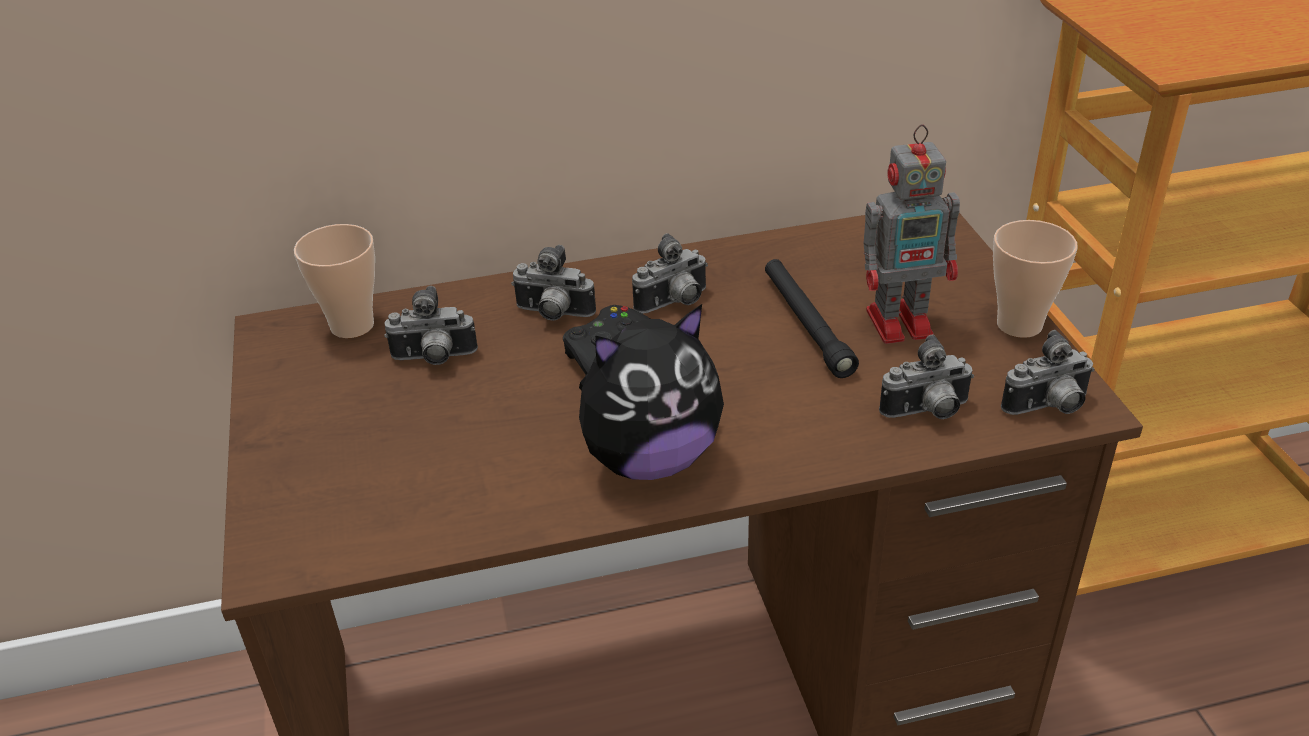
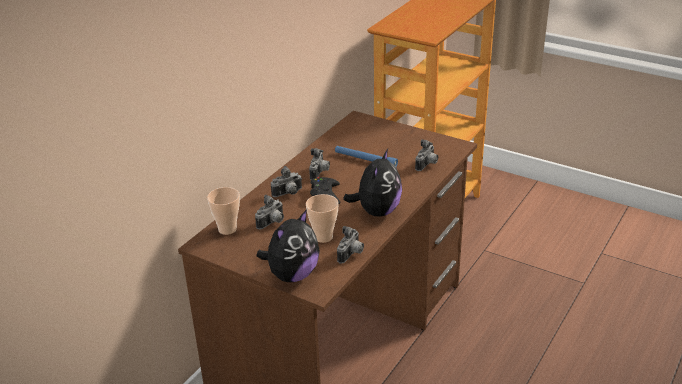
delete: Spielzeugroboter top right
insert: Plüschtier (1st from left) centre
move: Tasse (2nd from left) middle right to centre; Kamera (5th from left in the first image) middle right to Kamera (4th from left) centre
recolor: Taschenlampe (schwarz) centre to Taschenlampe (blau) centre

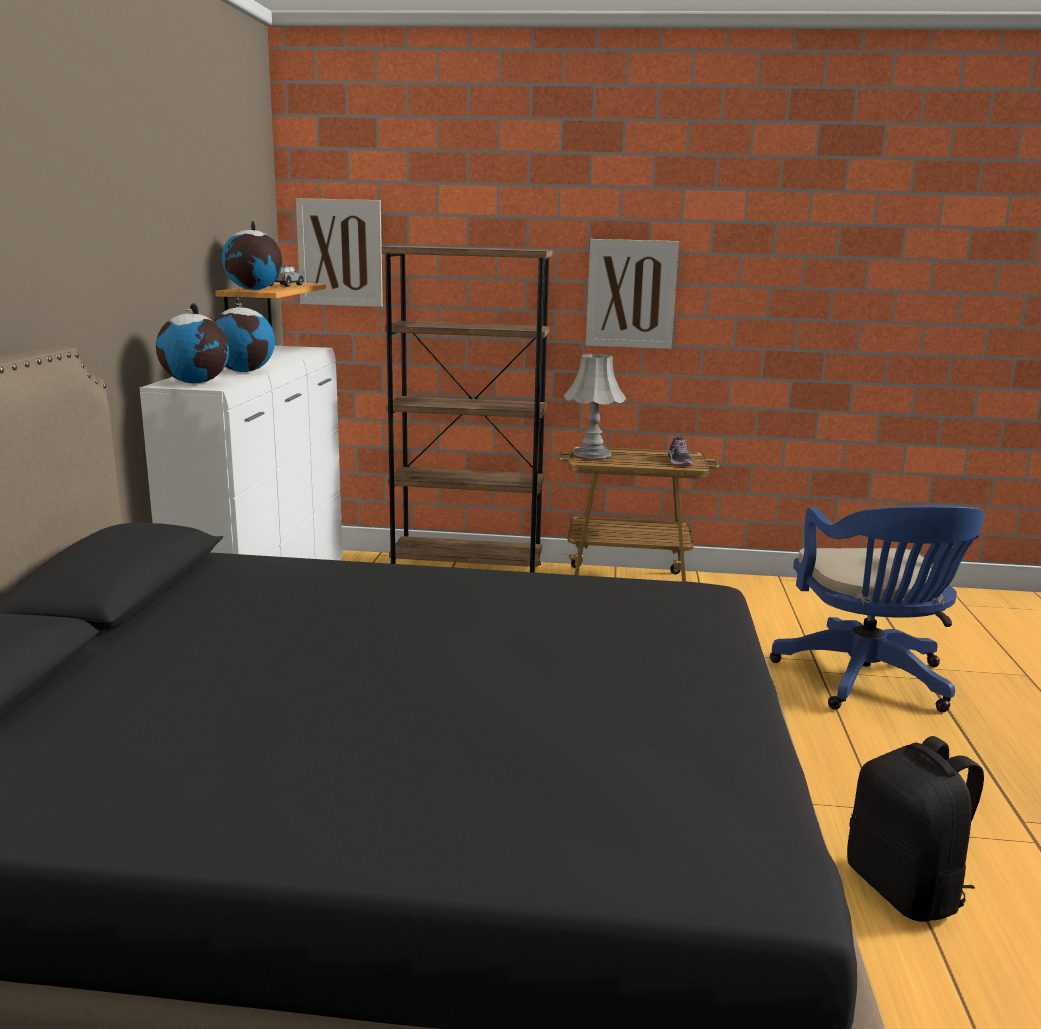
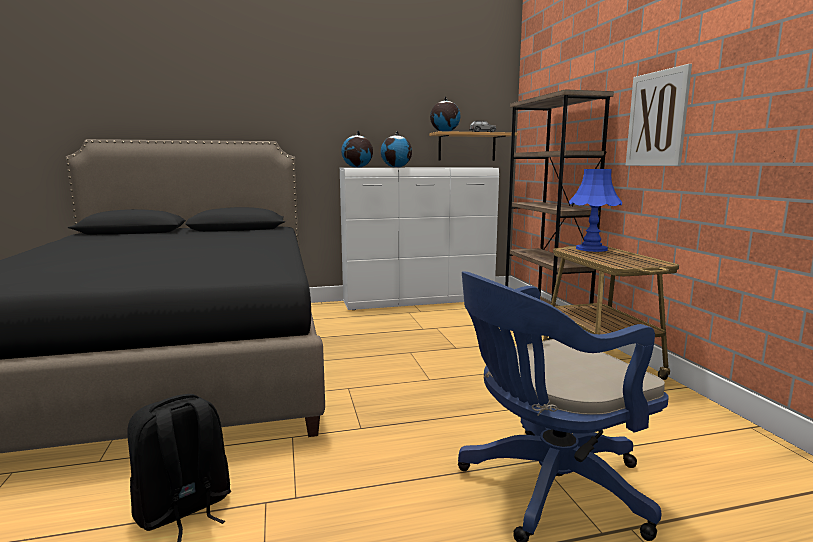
delete: Bild (1st from left) top left; Schuh centre
recolor: Tischlampe (grau) centre to Tischlampe (blau) middle right

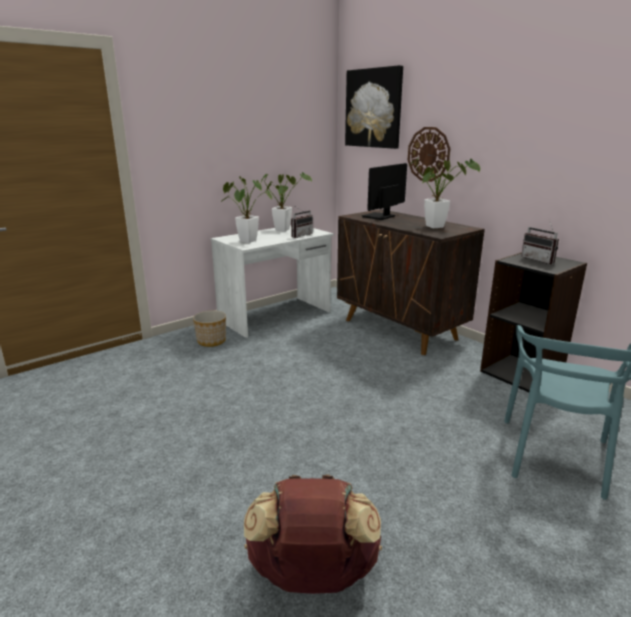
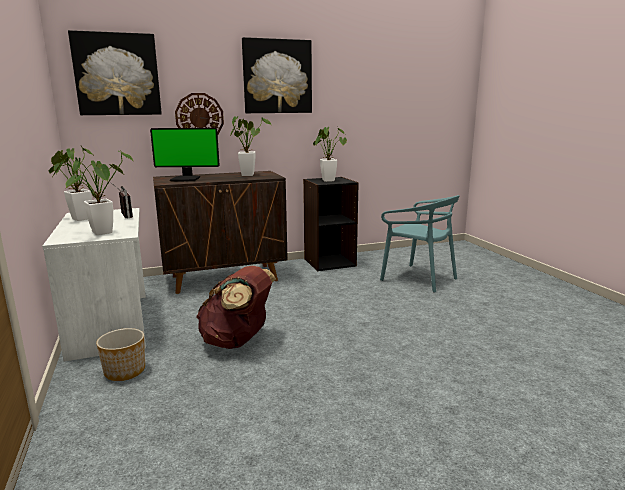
insert: Bild (2nd from left) top centre
move: Rucksack (braun) bottom centre to centre
replace: Radio (2nd from left) middle right to Topfpflanze (4th from left) top centre
rotate: Monitor top centre = top left 60 degrees counterclockwise

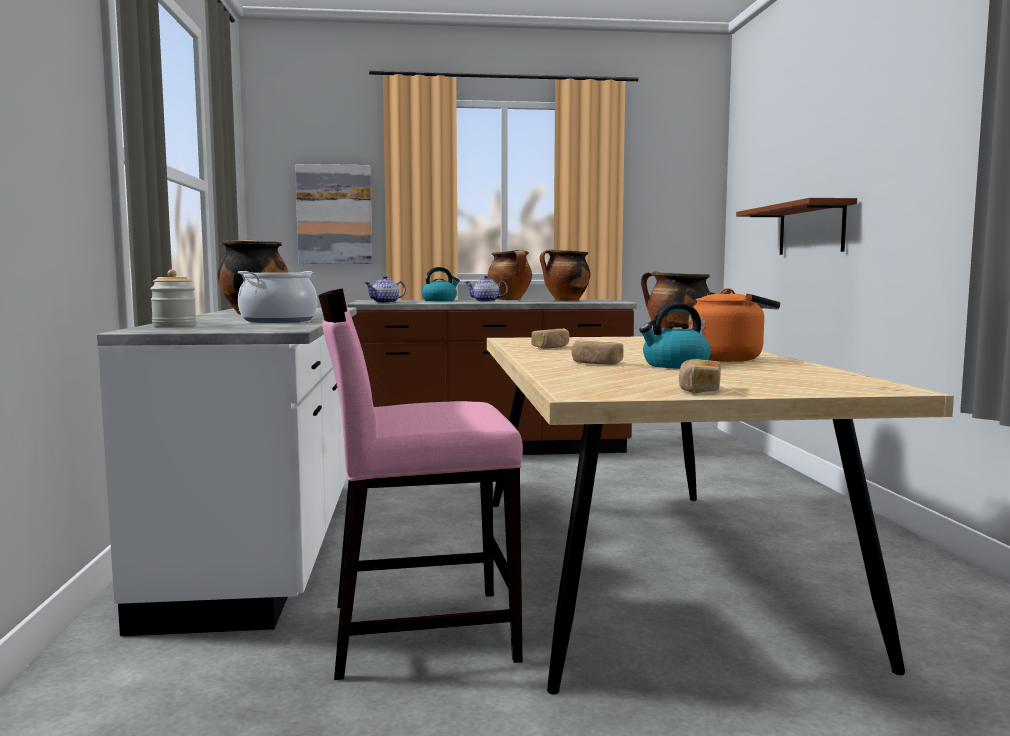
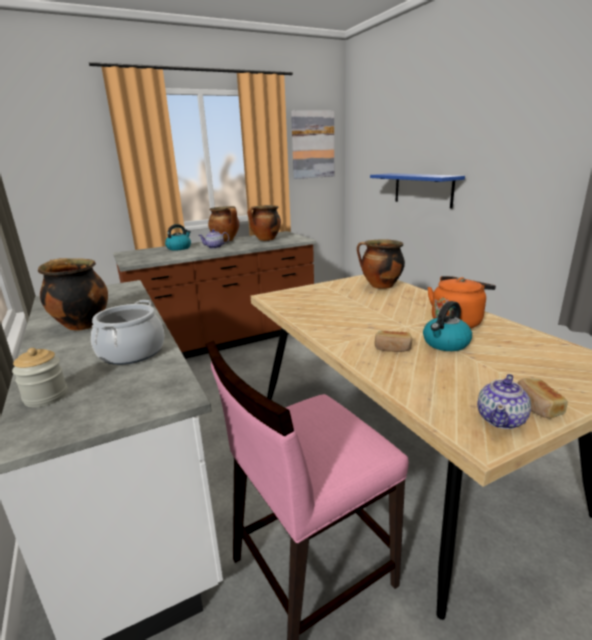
delete: Brot (1st from left) centre
move: Bild top left to top centre; Teekanne (1st from left in the first image) centre to Teekanne (2nd from left) middle right
recolor: Wandregal (braun) top right to Wandregal (blau) top right

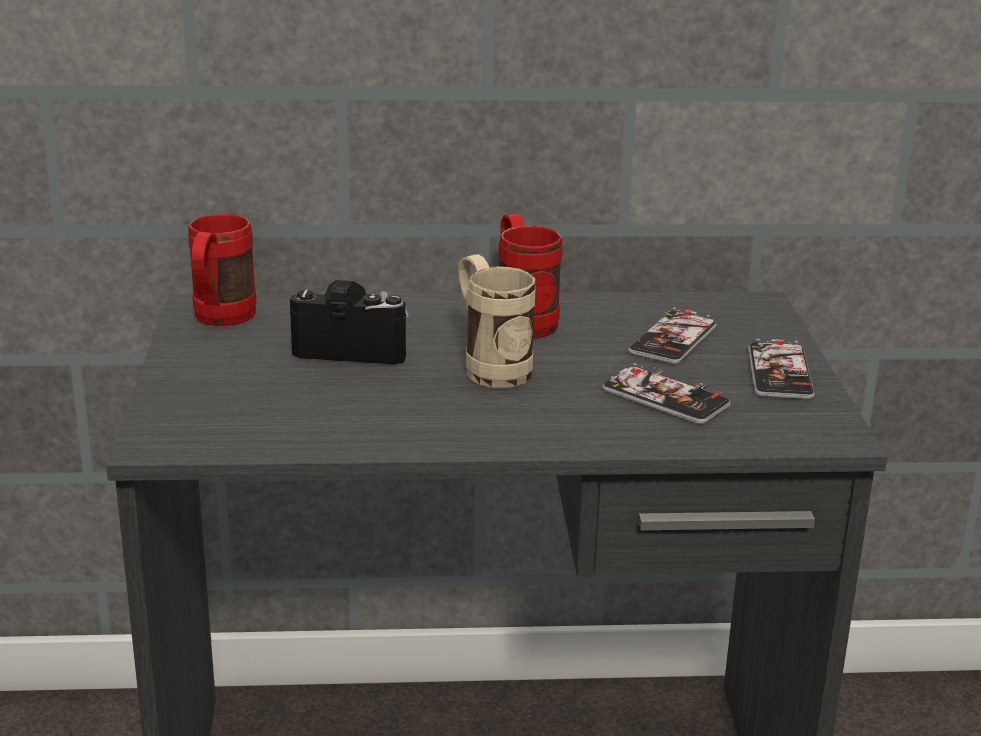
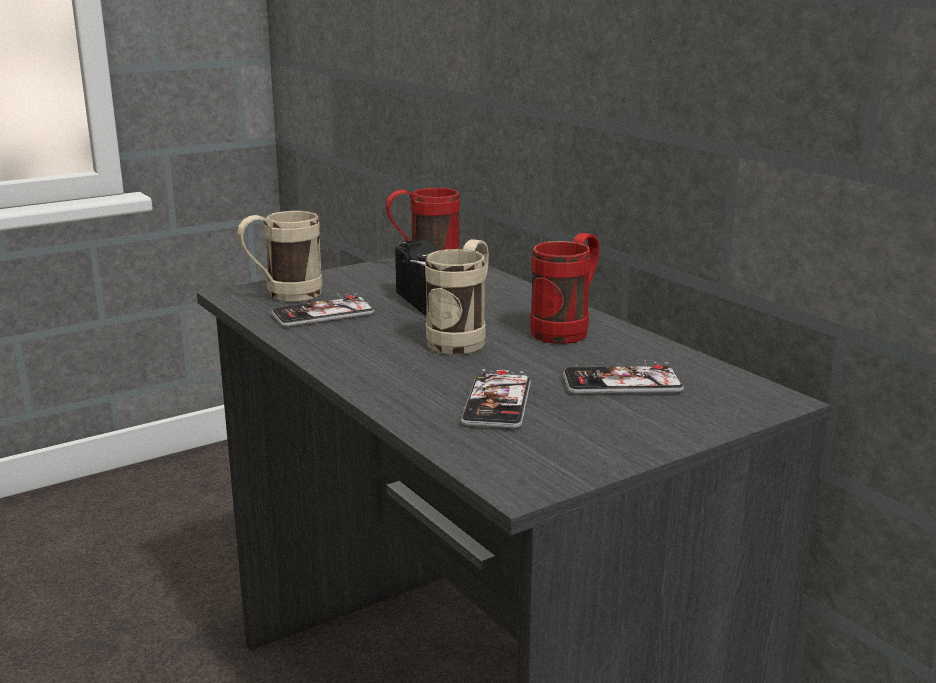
insert: Henkelbecher (beige) (1st from left) middle left
move: Handy (3rd from left in the first image) middle right to Handy (1st from left) centre

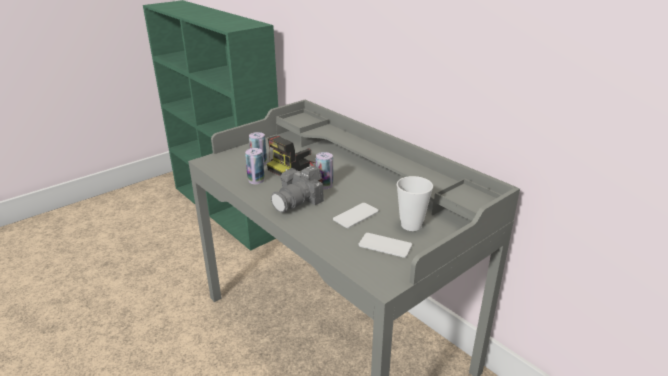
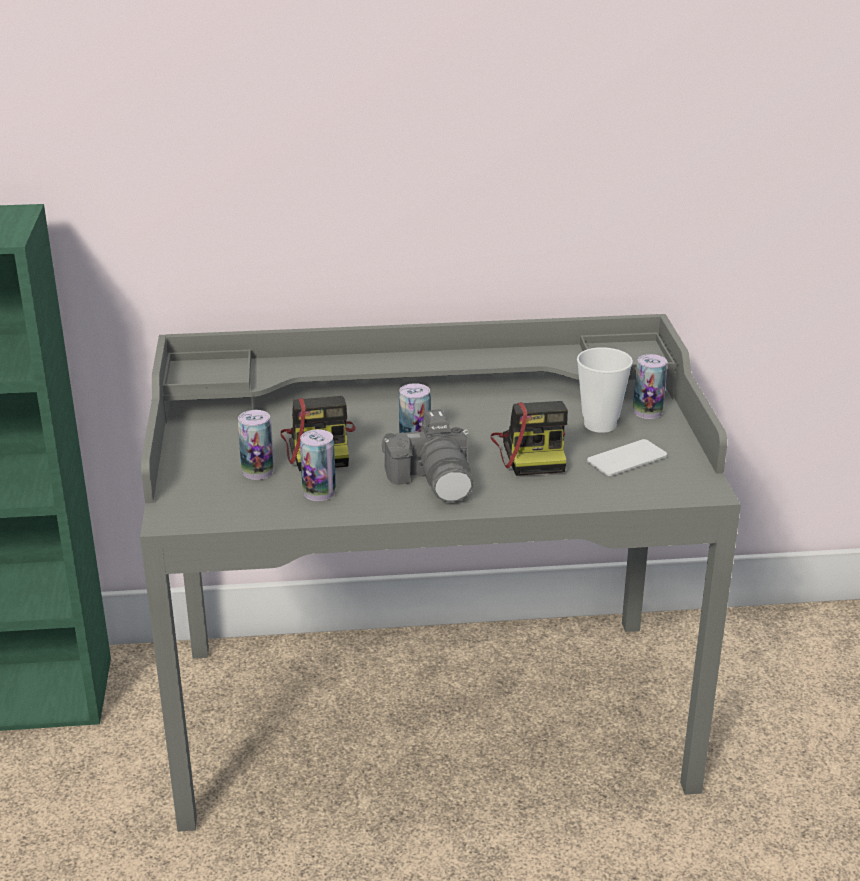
insert: Dose (4th from left) middle right
replace: Handy (1st from left) centre to Kamera (3rd from left) centre

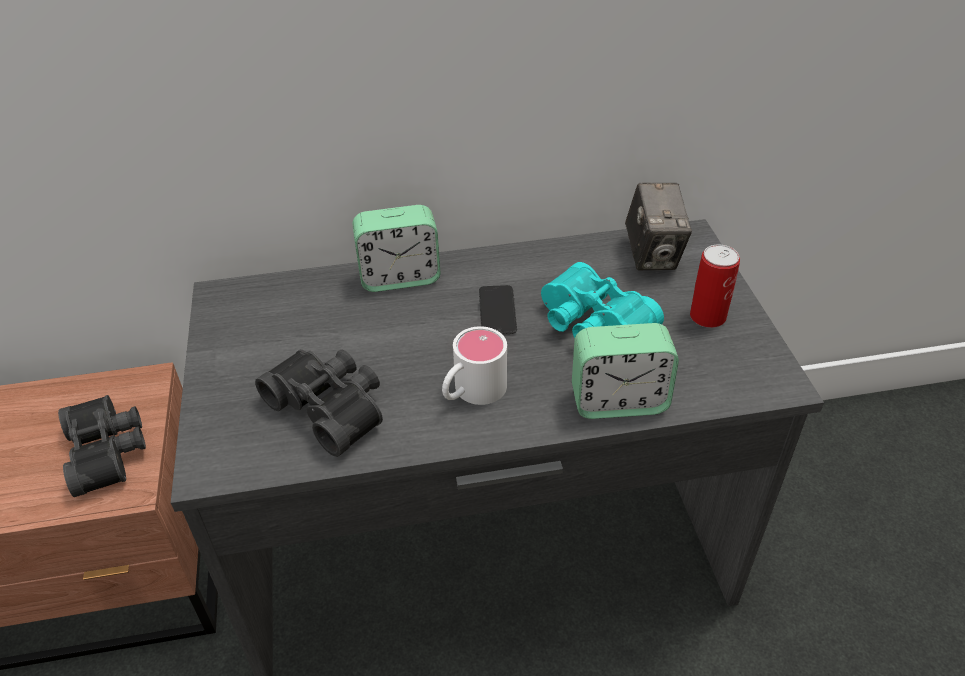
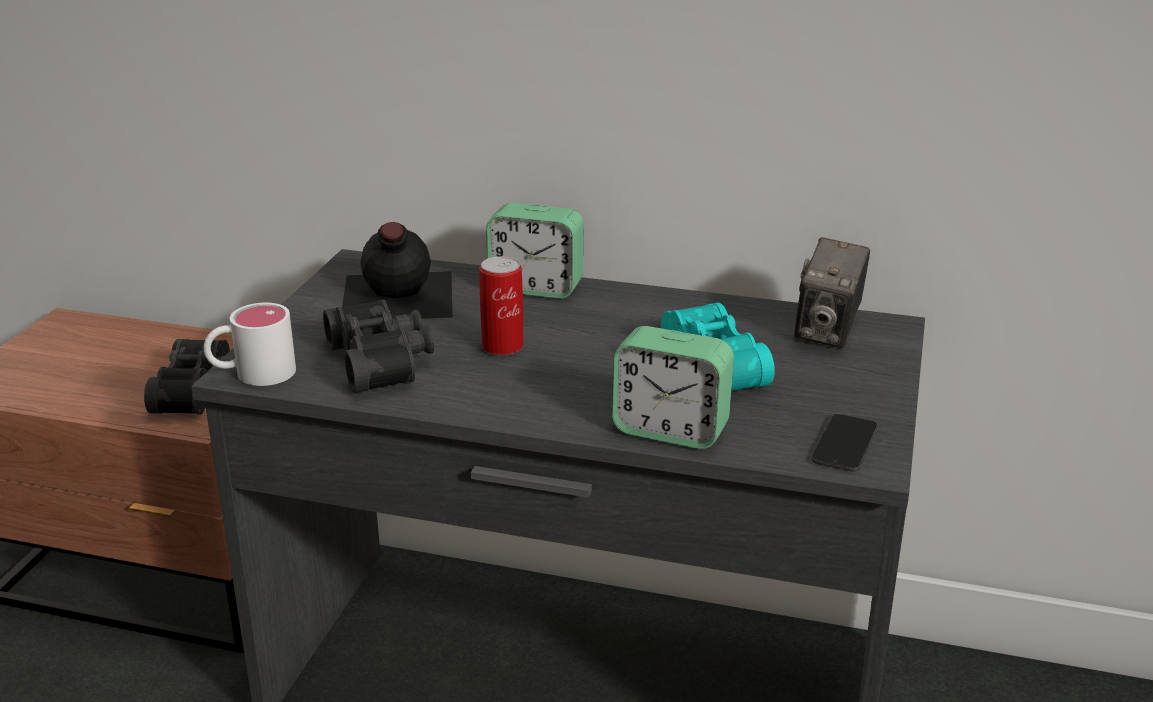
insert: Flasche (schwarz) centre
move: Dose middle right to centre; Handy centre to middle right; Henkelbecher (weiß) centre to middle left

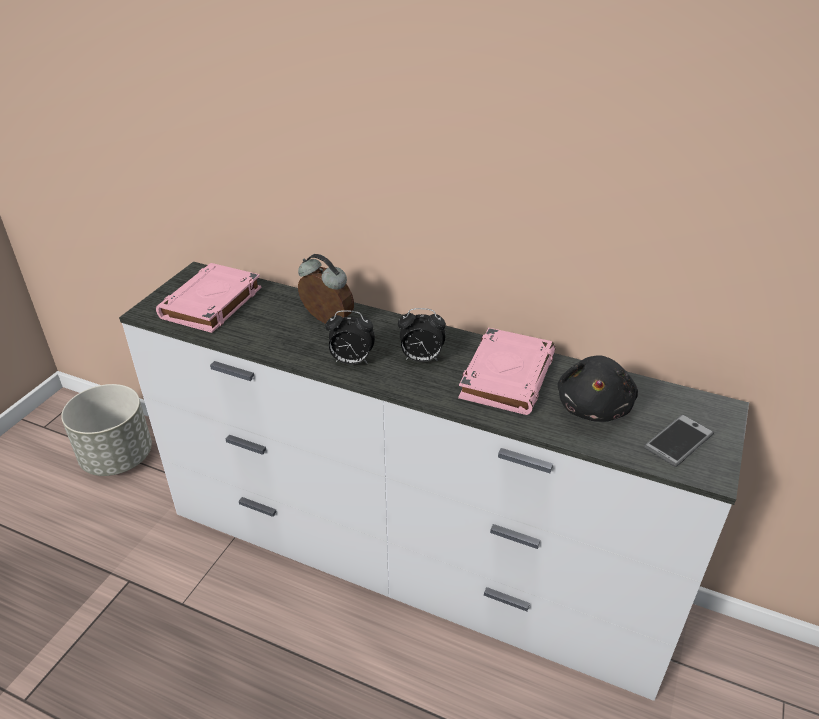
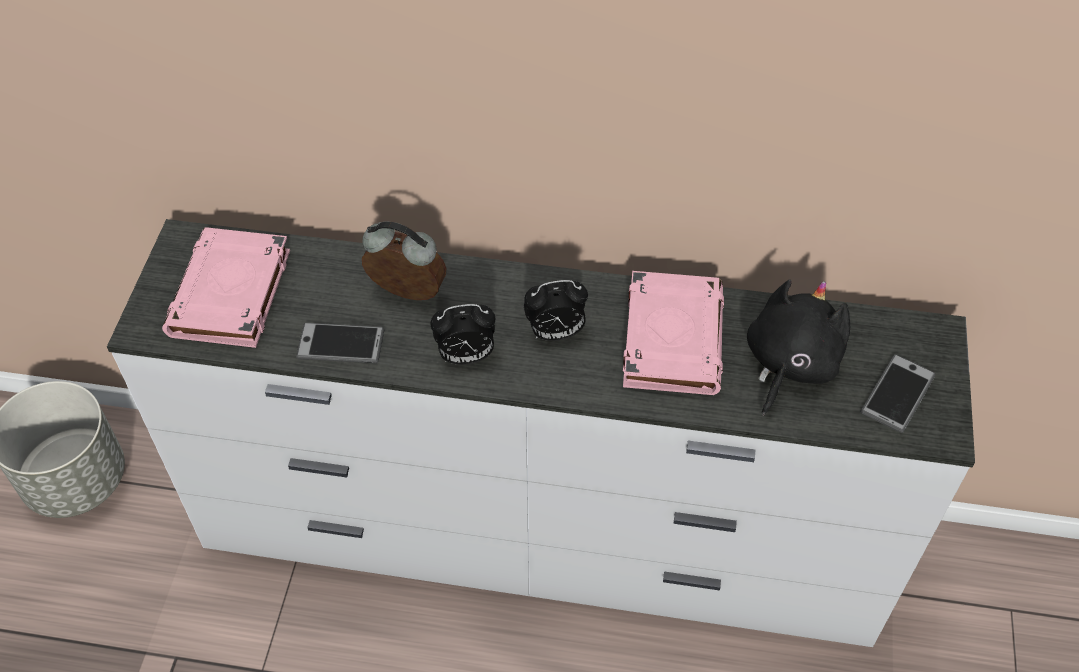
insert: Handy (1st from left) middle left
rotate: Plüschtier (schwarz) middle right = middle right 150 degrees counterclockwise

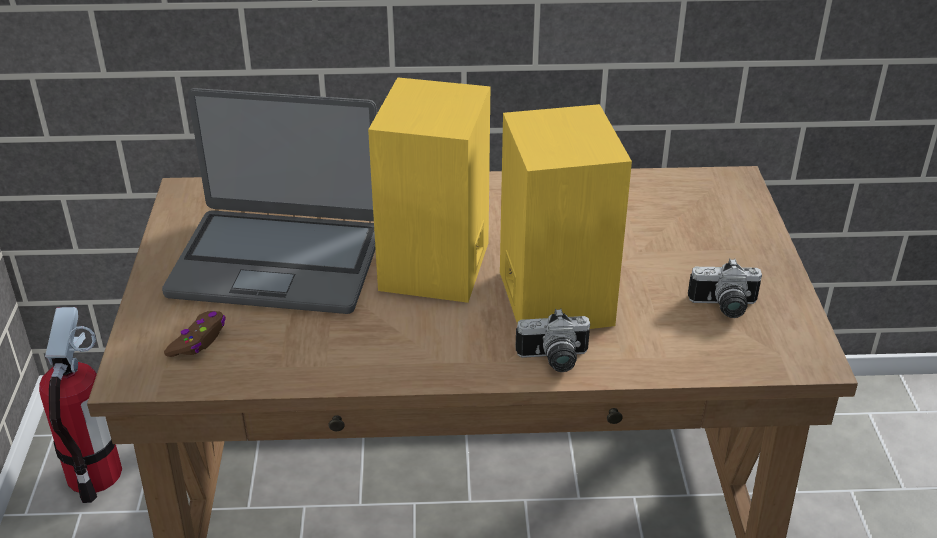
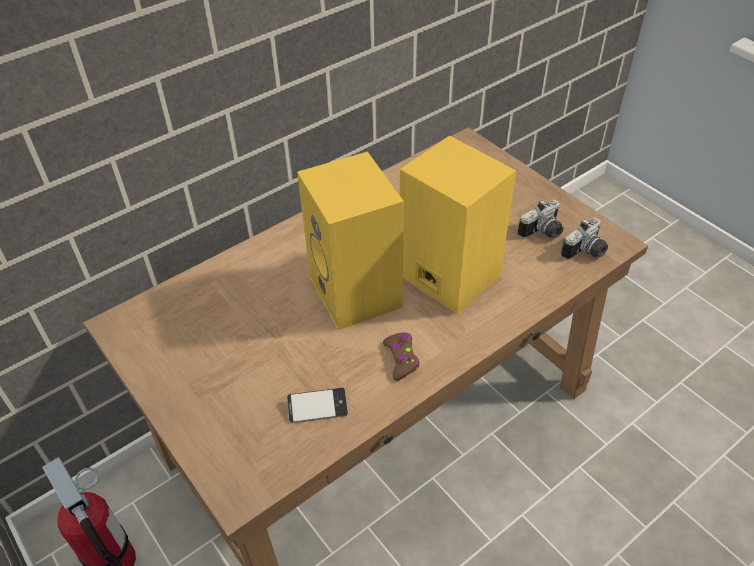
delete: Laptop middle left
insert: Handy bottom centre
move: Kamera (1st from left in the first image) centre to Kamera (2nd from left) middle right; Gamepad (braun) middle left to centre

